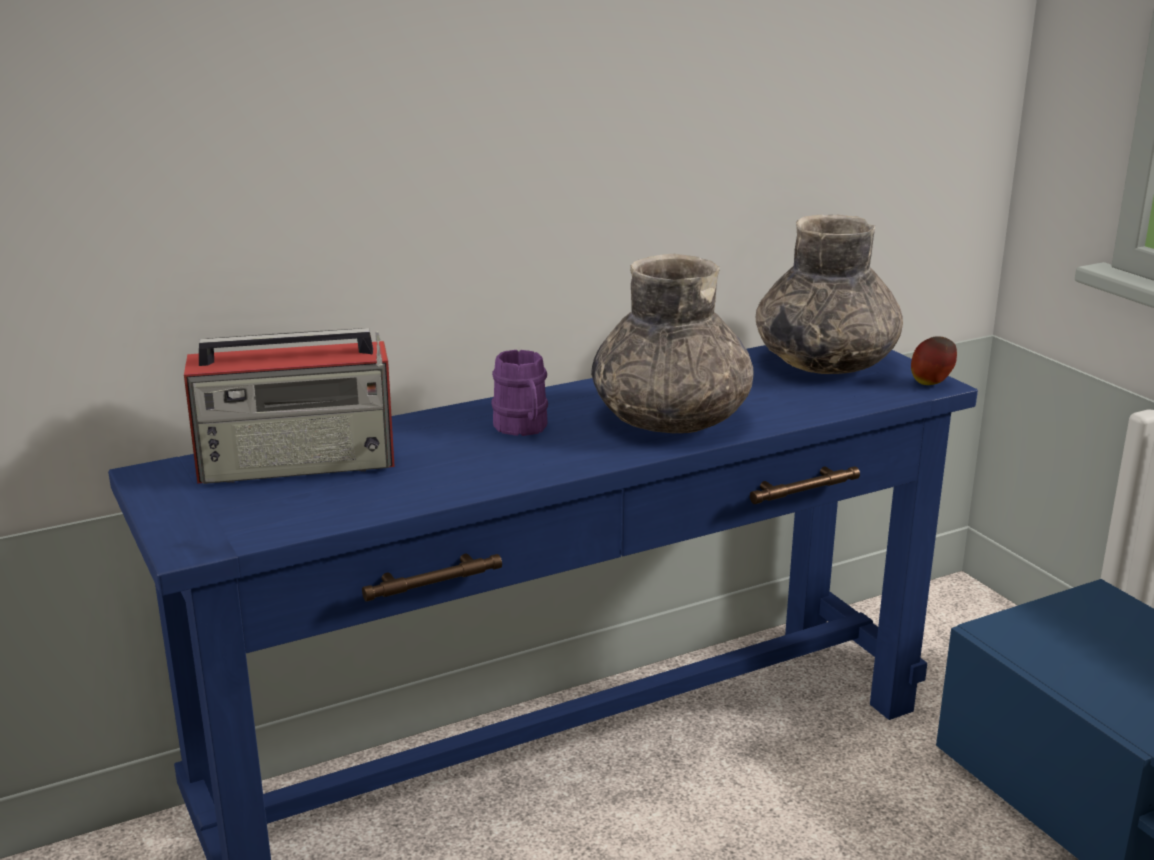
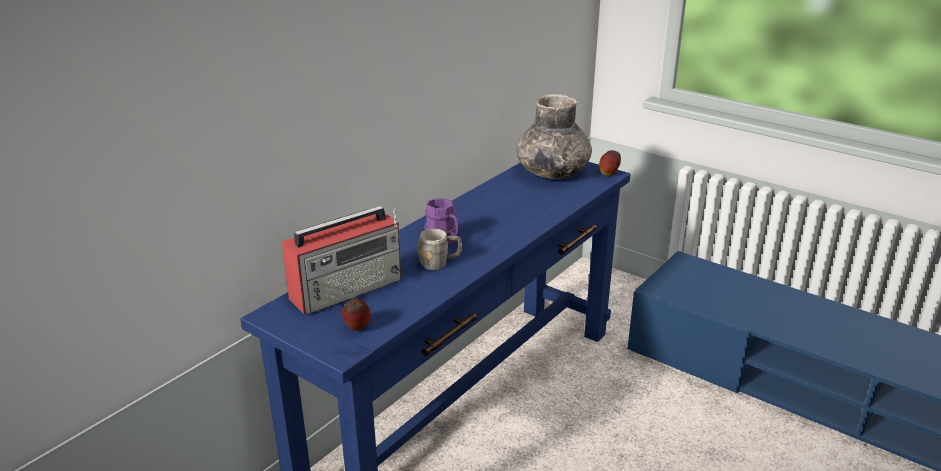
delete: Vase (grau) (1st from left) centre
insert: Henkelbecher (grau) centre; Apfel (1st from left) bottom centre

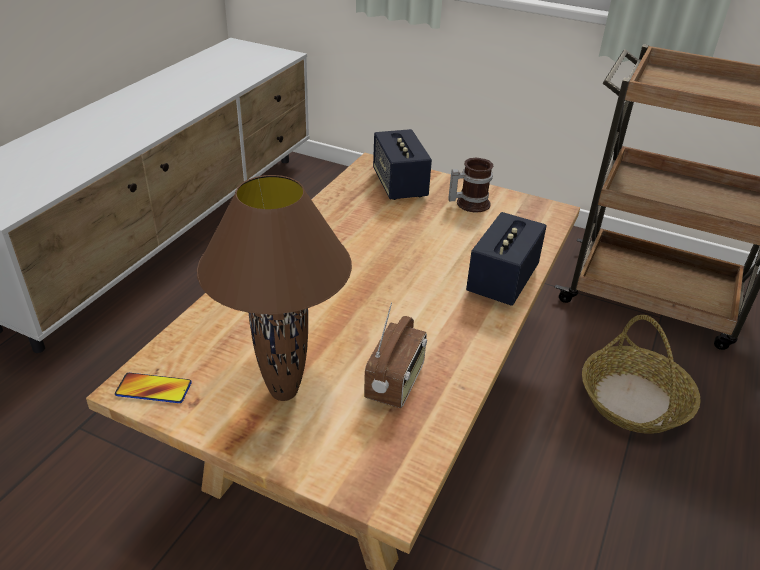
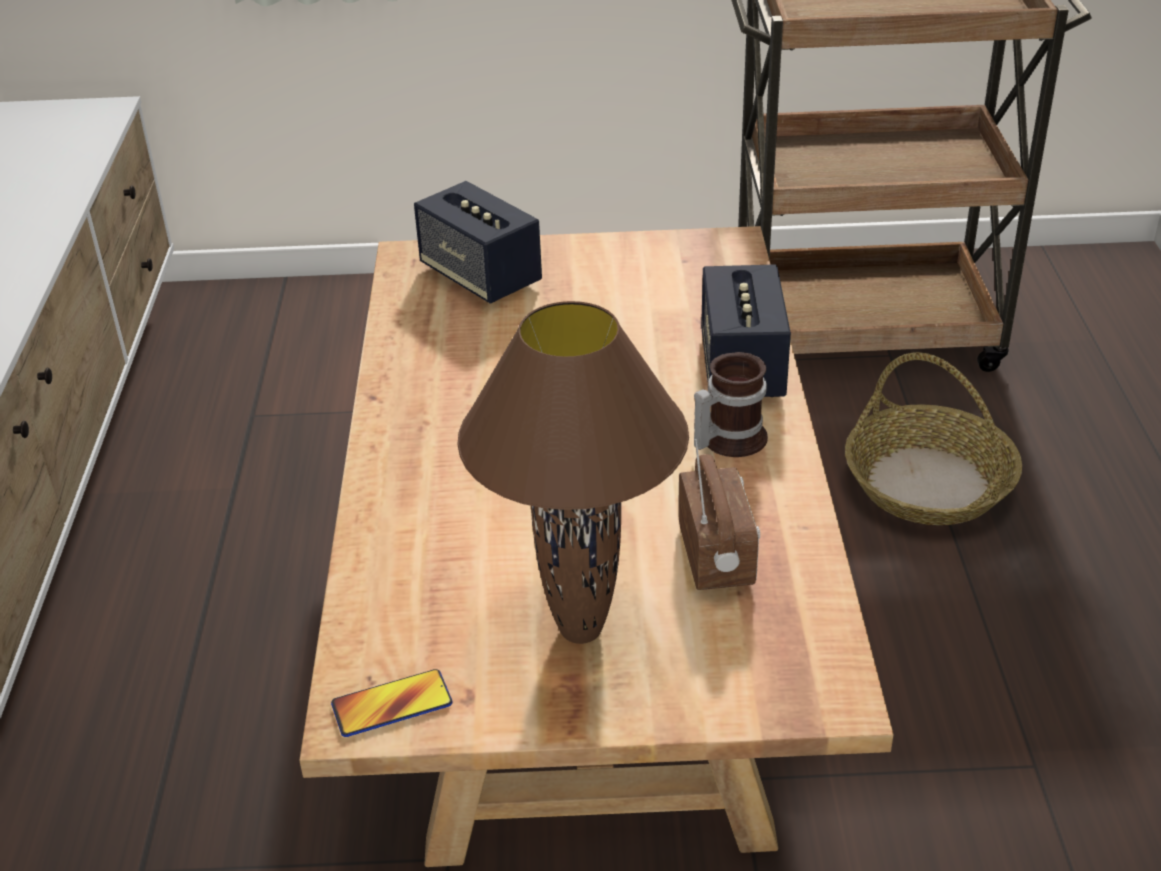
move: Henkelbecher top centre to centre

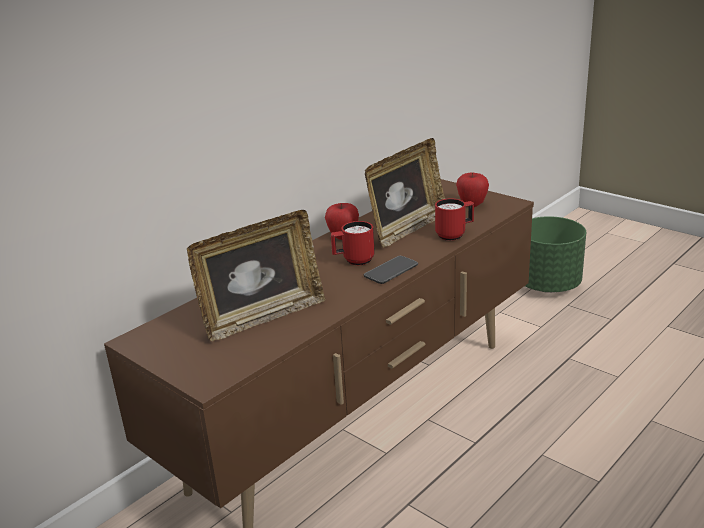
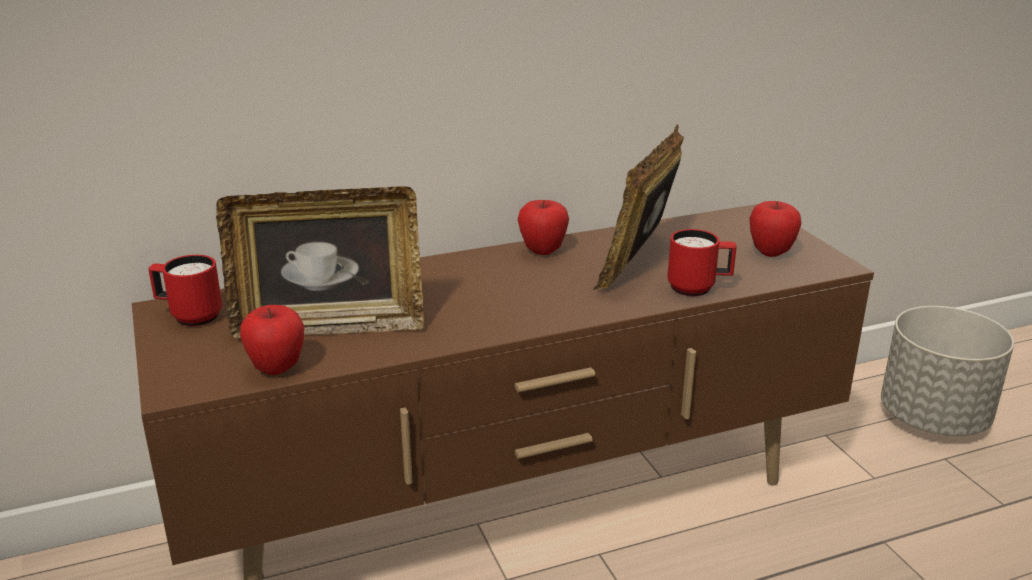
delete: Handy centre
insert: Apfel (1st from left) middle left
move: Henkelbecher (rot) (1st from left) centre to middle left
recolor: Pflanzkübel (grün) middle right to Pflanzkübel (grau) middle right
rotate: Bilderrahmen (2nd from left) centre = centre 135 degrees clockwise

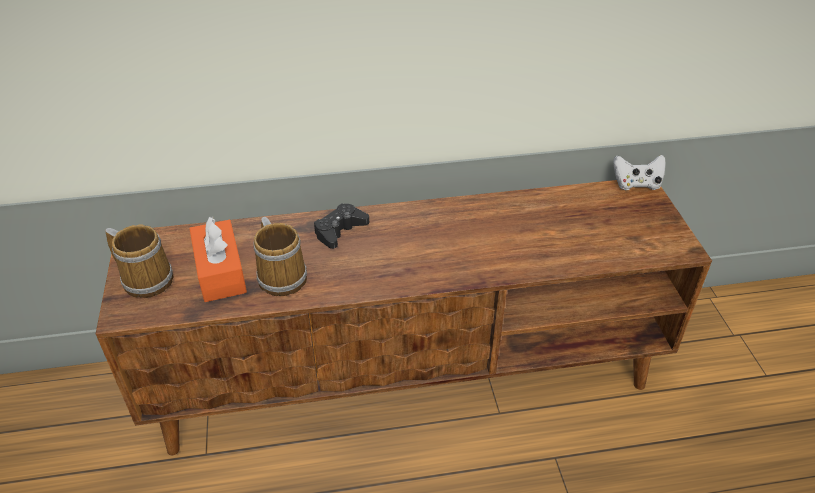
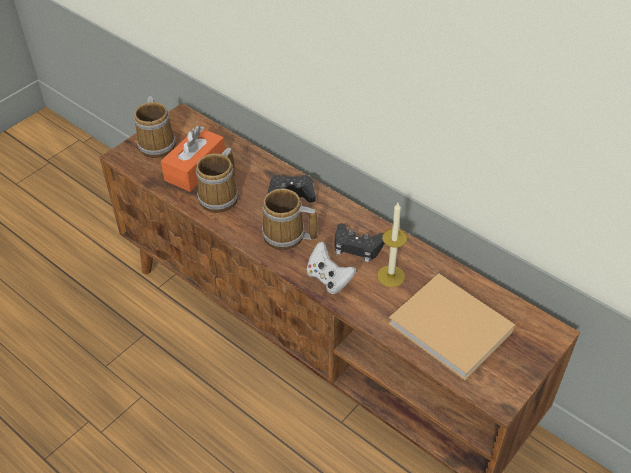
insert: Henkelbecher (3rd from left) centre; Kerze centre; Gamepad (schwarz) (2nd from left) centre; Buch (beige) bottom right
move: Gamepad (weiß) middle right to centre

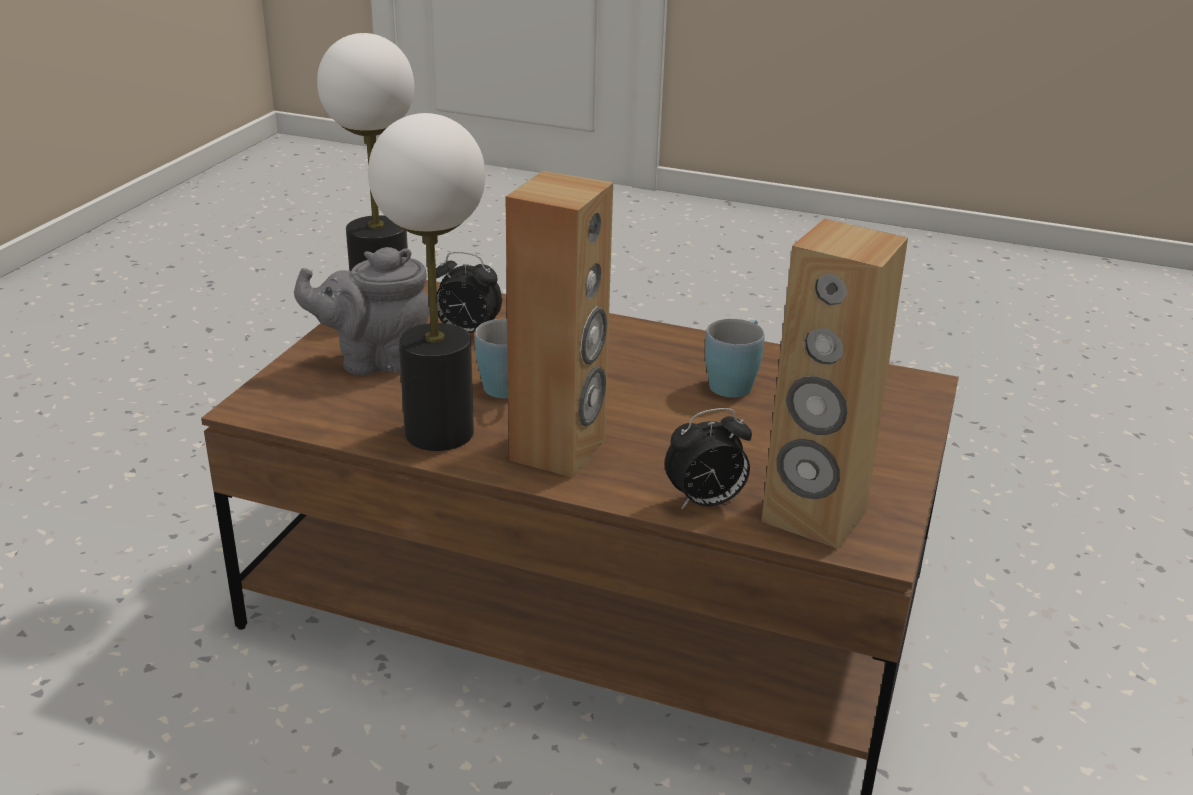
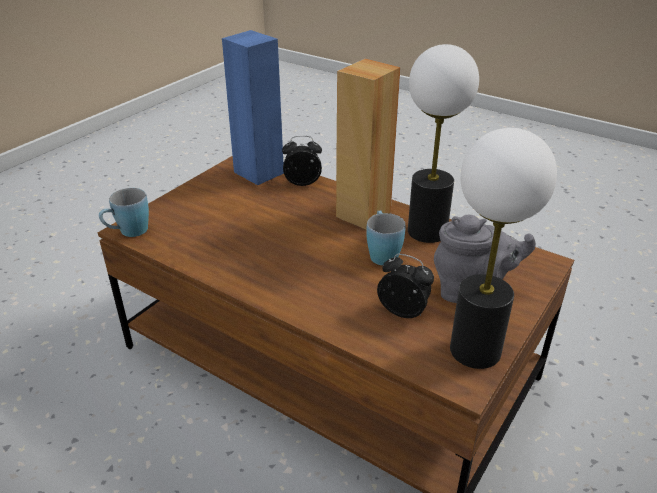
move: Henkelbecher (blau) (2nd from left in the first image) centre to Henkelbecher (blau) (1st from left) middle left
recolor: Lautsprecher (braun) (2nd from left) middle right to Lautsprecher (blau) top centre

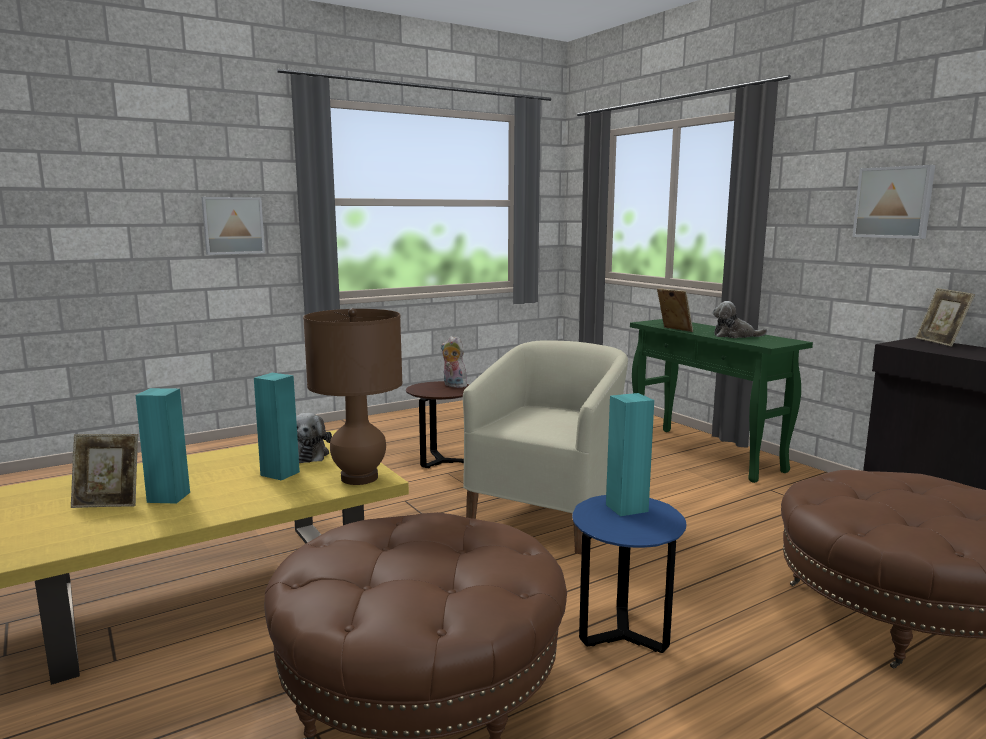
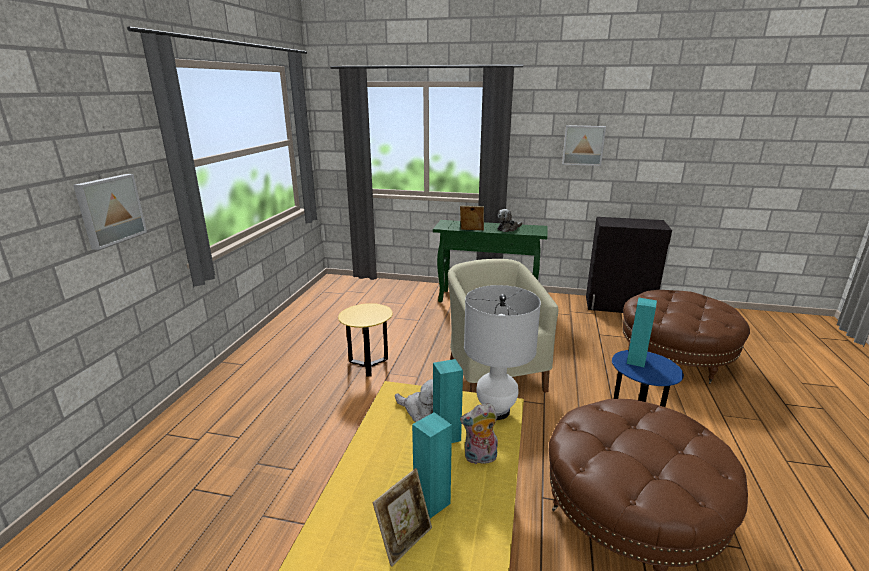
delete: Bilderrahmen (3rd from left) middle right
move: Plüschtier (2nd from left) centre to bottom centre
recolor: Tischlampe (braun) centre to Tischlampe (weiß) centre; Beistelltisch (braun) centre to Beistelltisch (gelb) centre

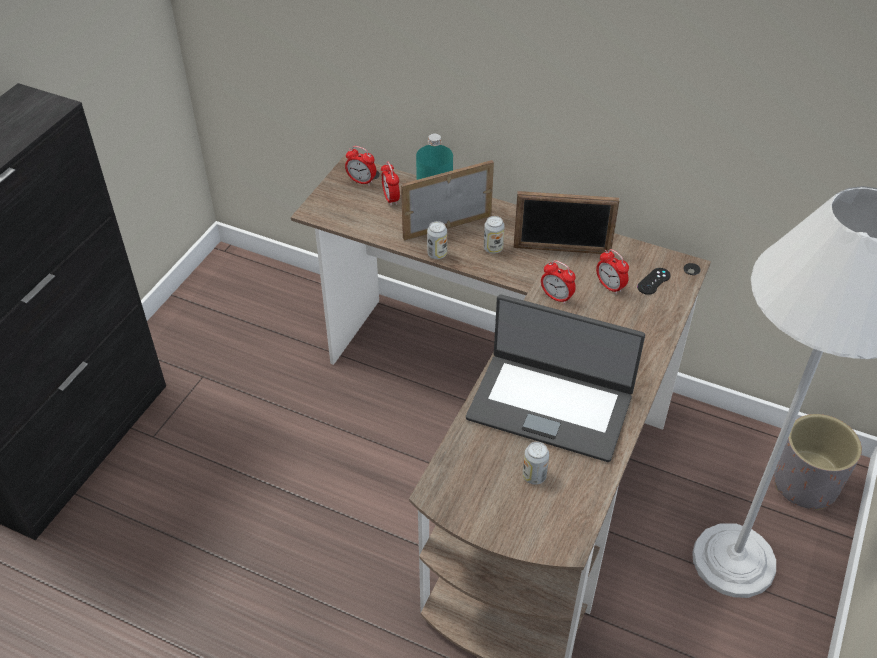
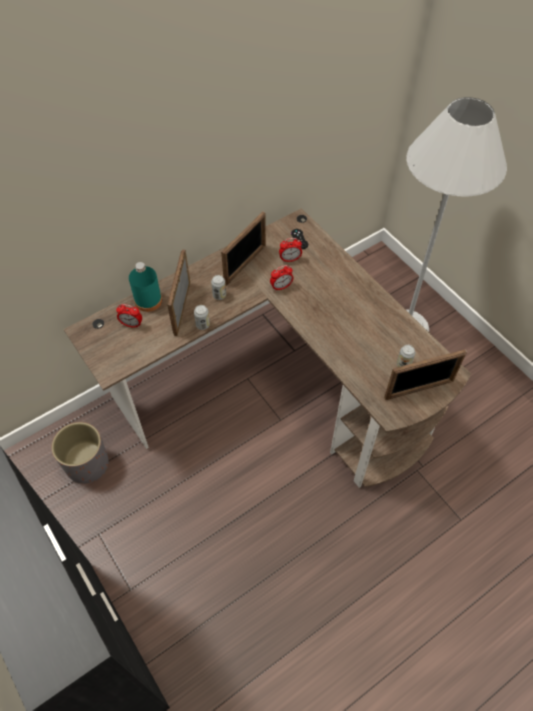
delete: Wecker (1st from left) top centre; Laptop centre
insert: Bilderrahmen (3rd from left) middle right
move: Pflanzkübel (grau) bottom right to middle left

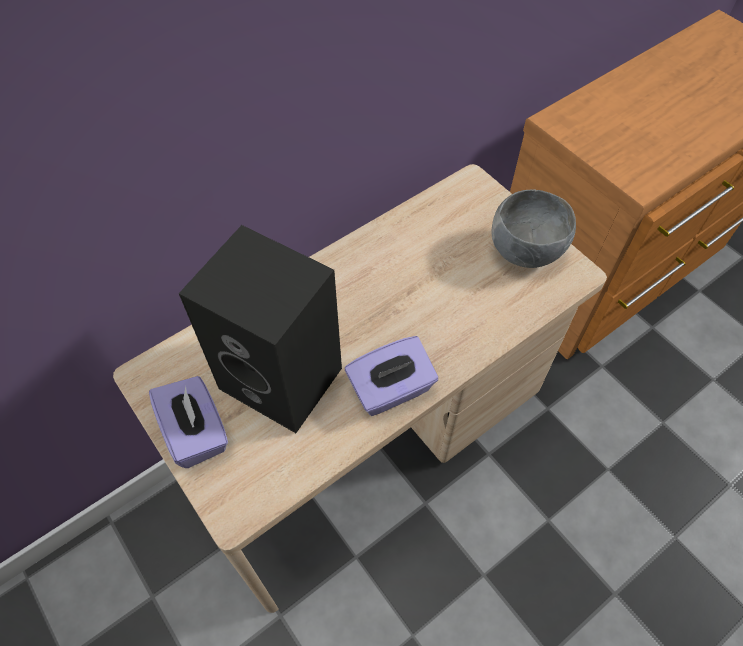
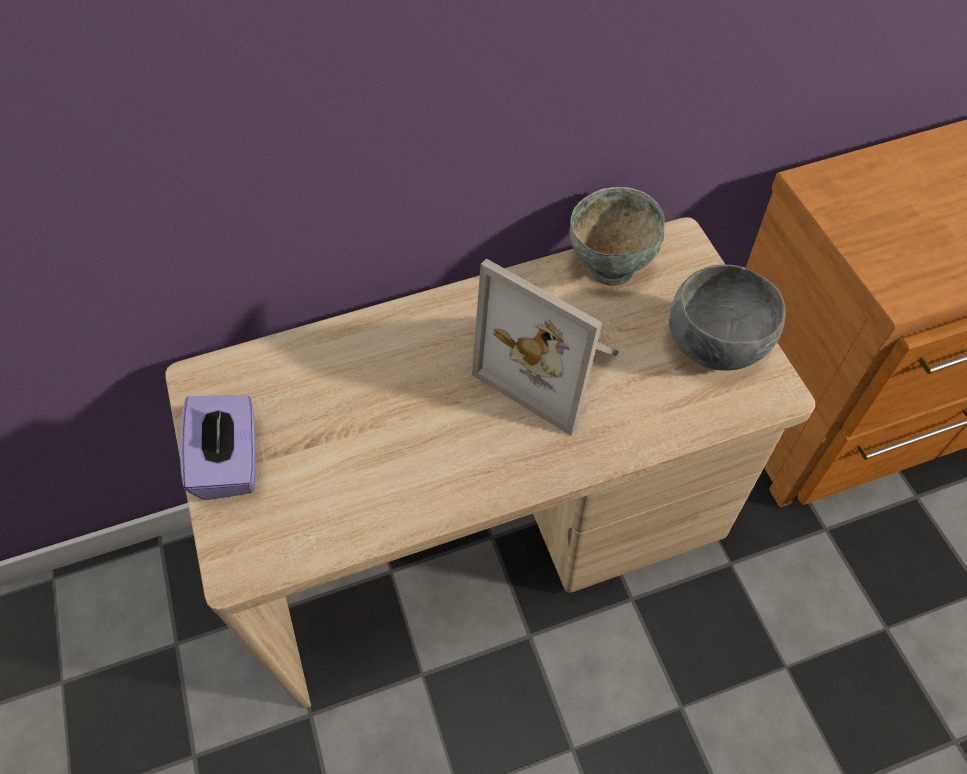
delete: Lautsprecher (schwarz) centre; Taschentuchbox (lila) (2nd from left) centre
insert: Schüssel (grau) (1st from left) top centre; Bilderrahmen centre

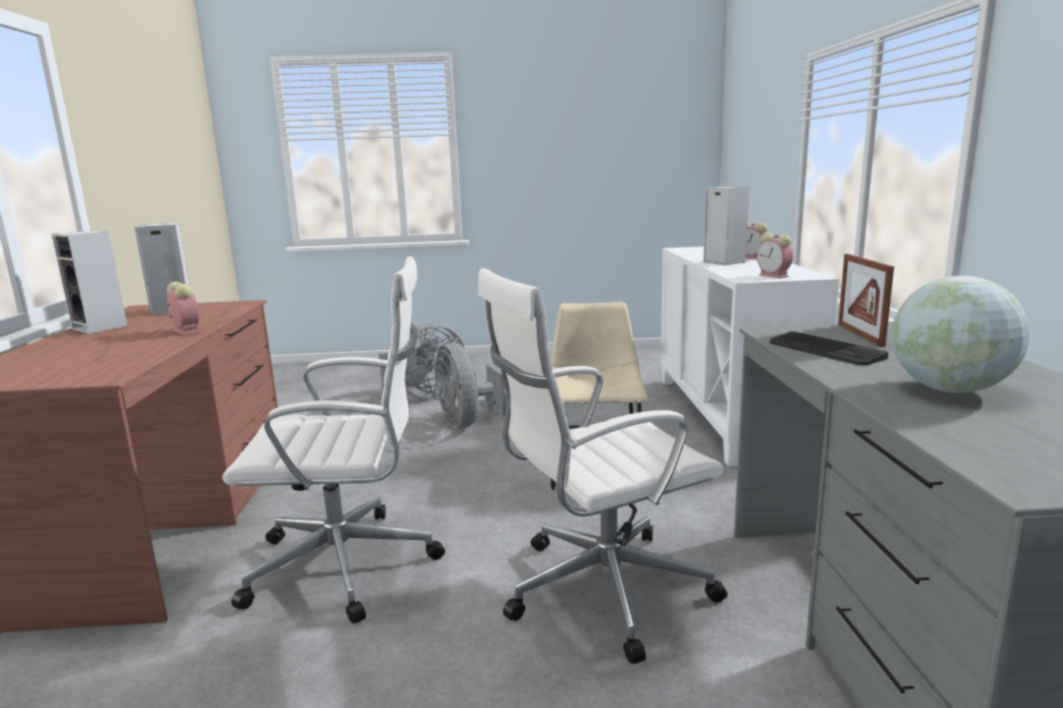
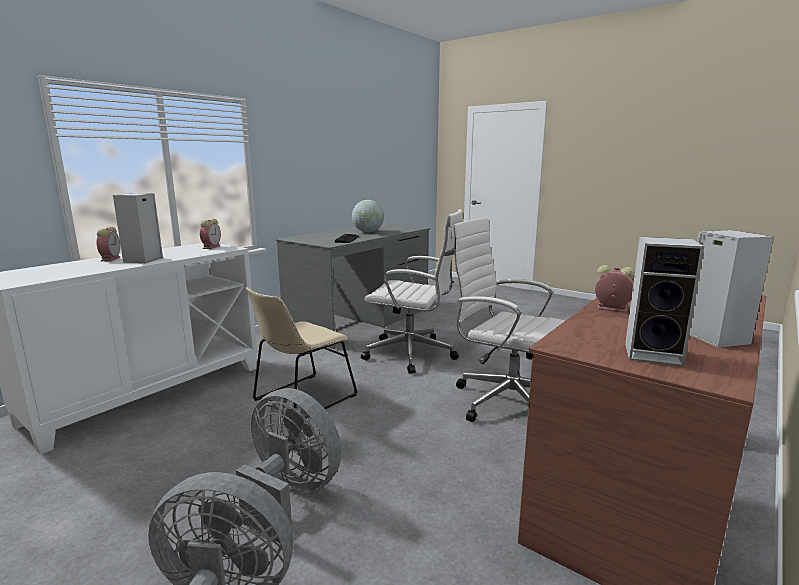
delete: Bilderrahmen middle right
rotate: Wecker (1st from left in the first image) middle left = middle right 120 degrees clockwise; Ventilator (grau) (2nd from left) centre = bottom centre 75 degrees counterclockwise

